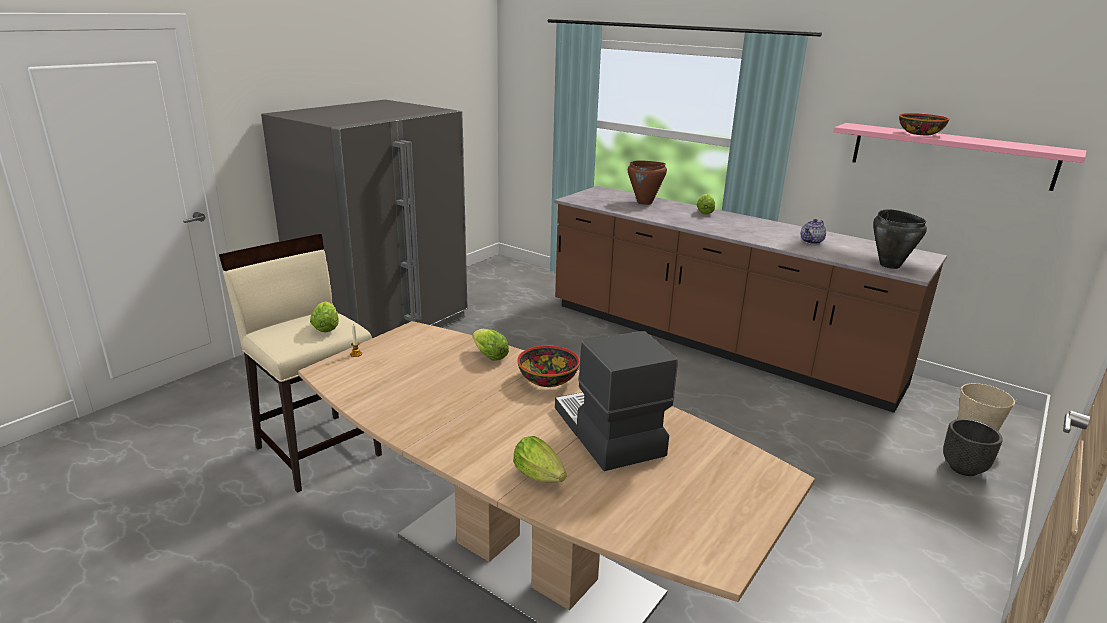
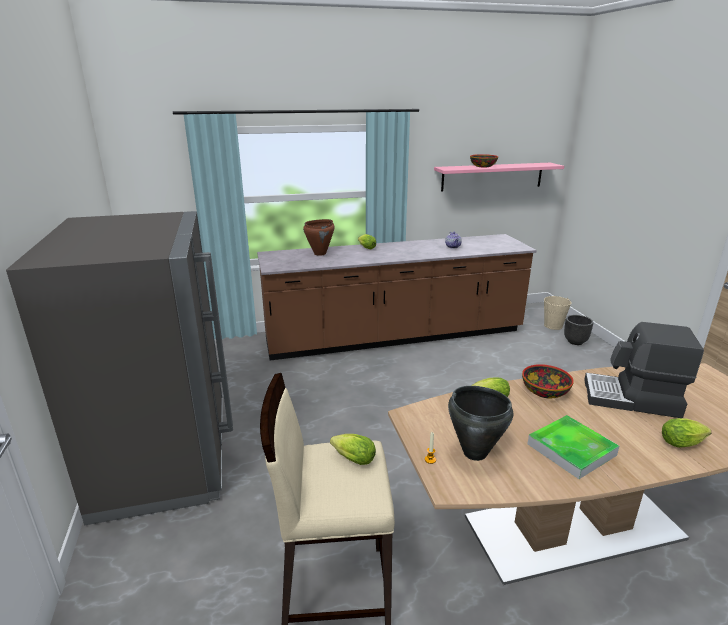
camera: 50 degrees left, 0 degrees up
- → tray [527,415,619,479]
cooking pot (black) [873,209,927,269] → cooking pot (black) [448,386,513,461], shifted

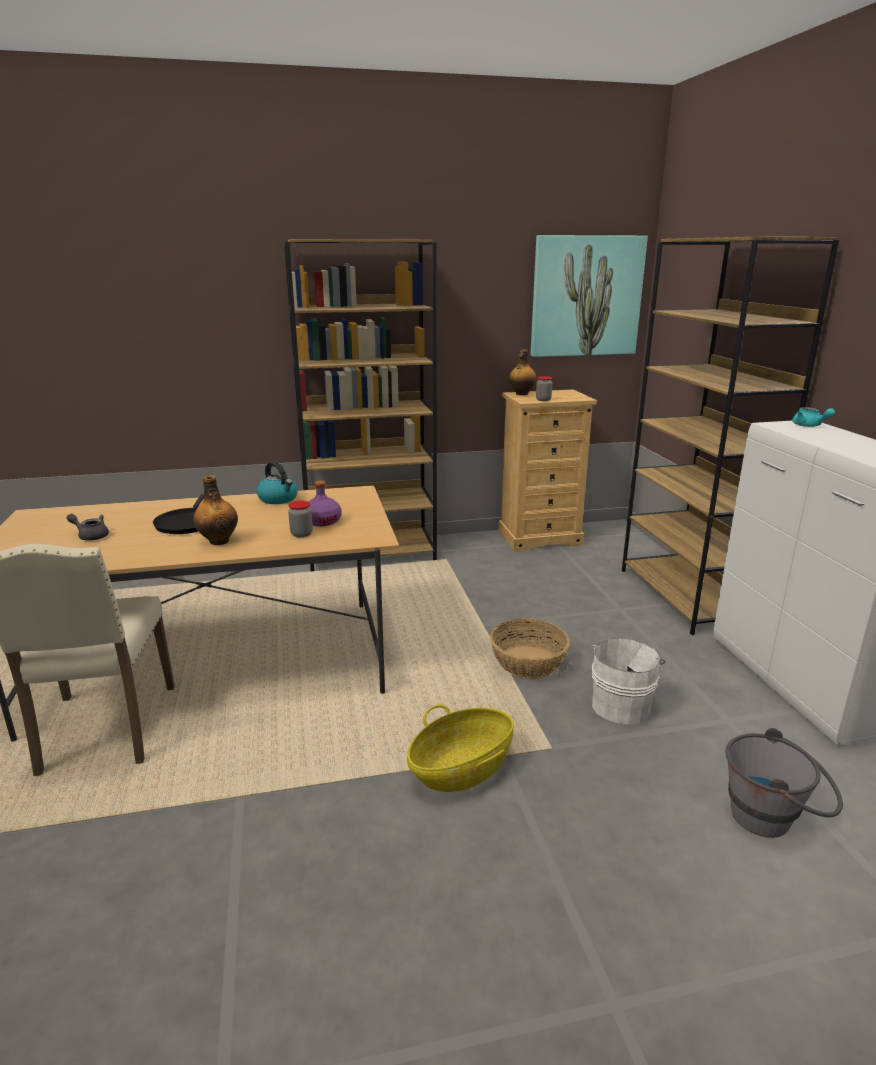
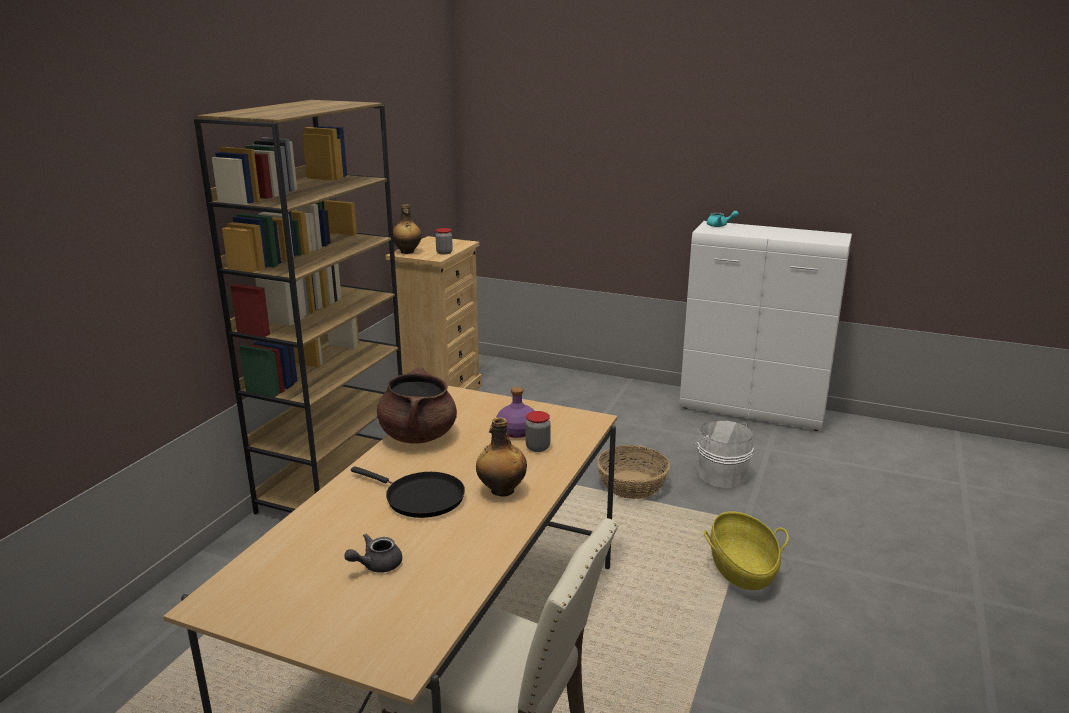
camera: 55 degrees left, 0 degrees up
picture [531,235,648,357] → -
bookcase (brown) [622,237,839,635] → -
bucket (grey) [726,728,843,838] → -
kettle [256,461,298,504] → cooking pot (brown) [377,368,457,444]

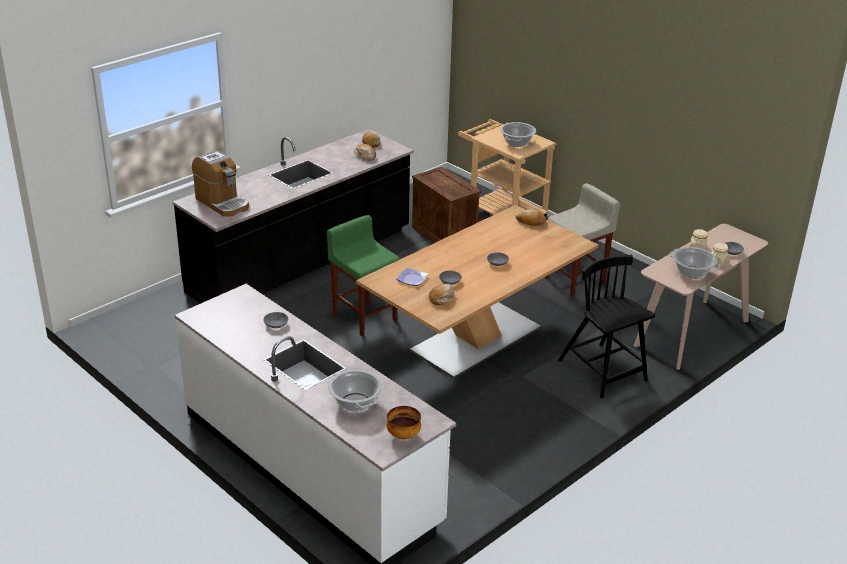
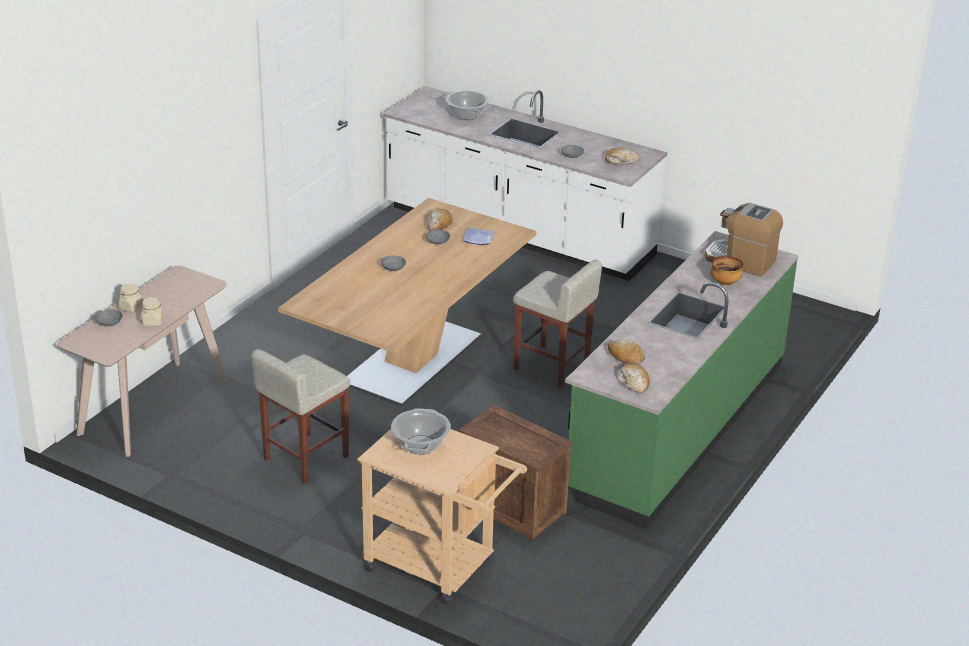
camera: 165 degrees right, 0 degrees up
chair (black) [558,255,655,399] → -
cooking pot [669,247,721,279] → -
bowl [387,406,421,440] → bowl [710,255,743,285], shifted
bread [515,210,546,226] → bread [605,148,640,164], shifted
counter (black) [173,129,414,304] → counter (green) [565,231,798,529]
stool (green) [327,215,400,336] → stool (beige) [513,259,602,388]

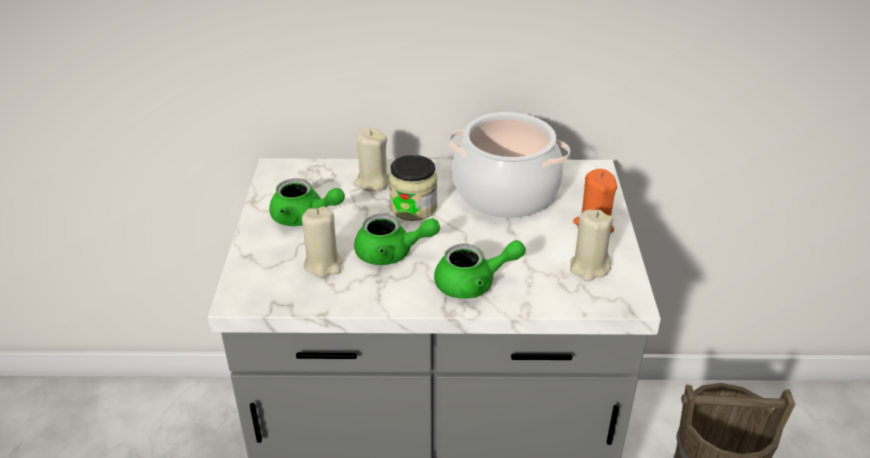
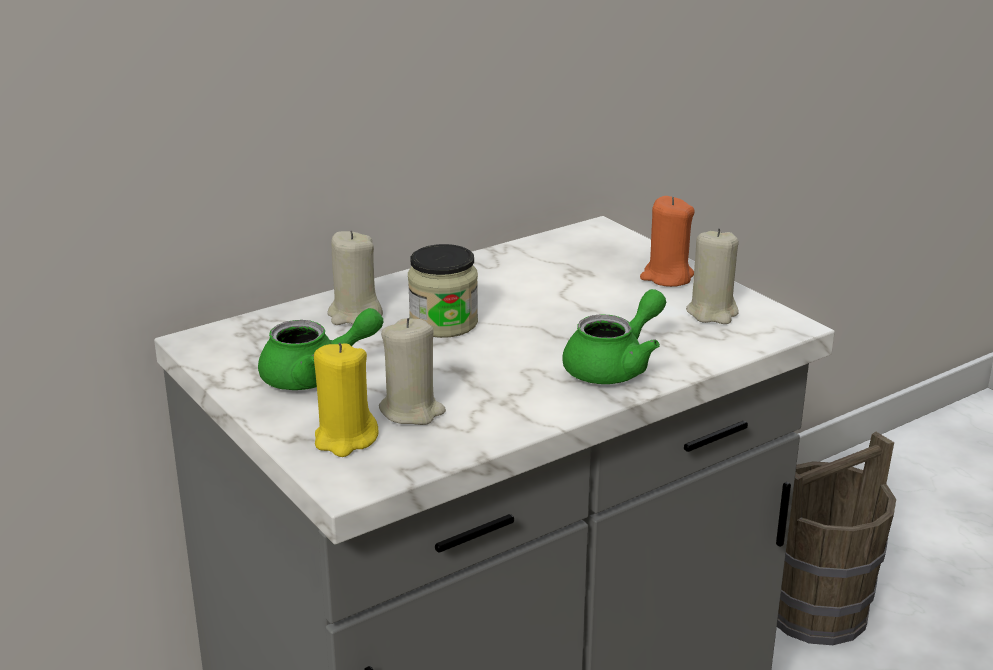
camera: 35 degrees left, 10 degrees down
teapot (green) [354,214,440,265] → -
cooking pot [449,112,570,218] → -
- → candle (yellow) [314,343,378,457]

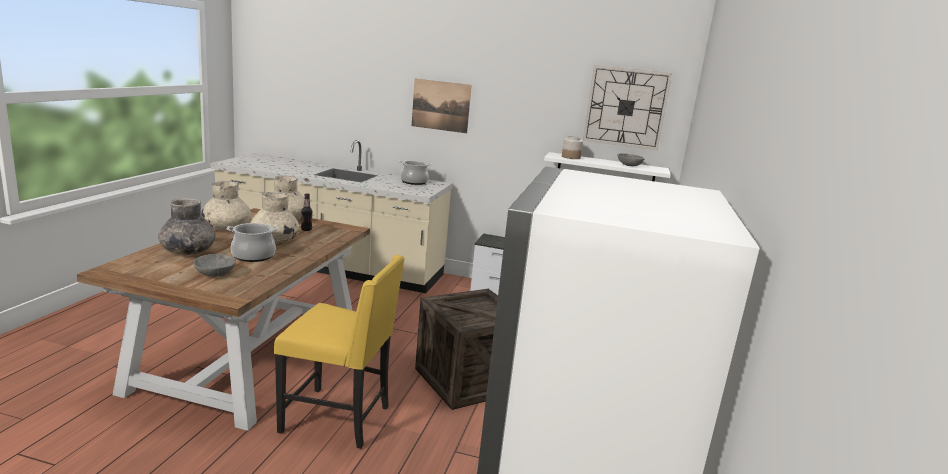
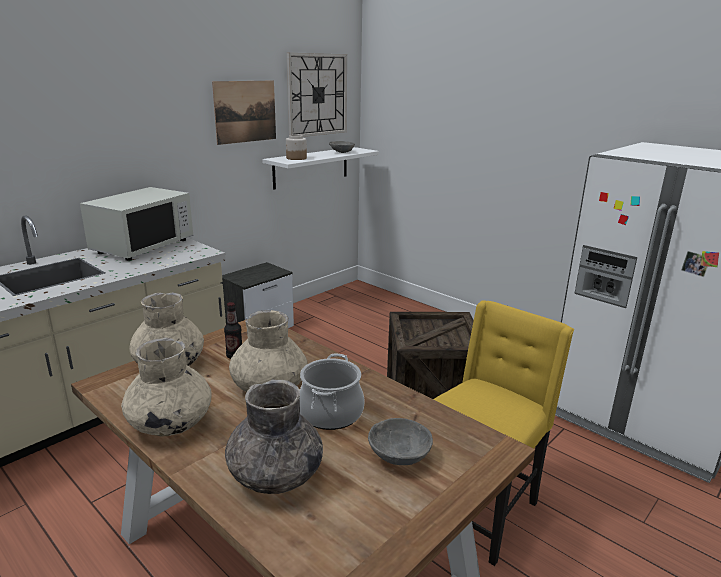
camera: 60 degrees left, 5 degrees up
picture [412,79,472,133] → picture [212,81,276,145], shifted
cooking pot [399,161,432,185] → microwave (white) [80,187,193,261]

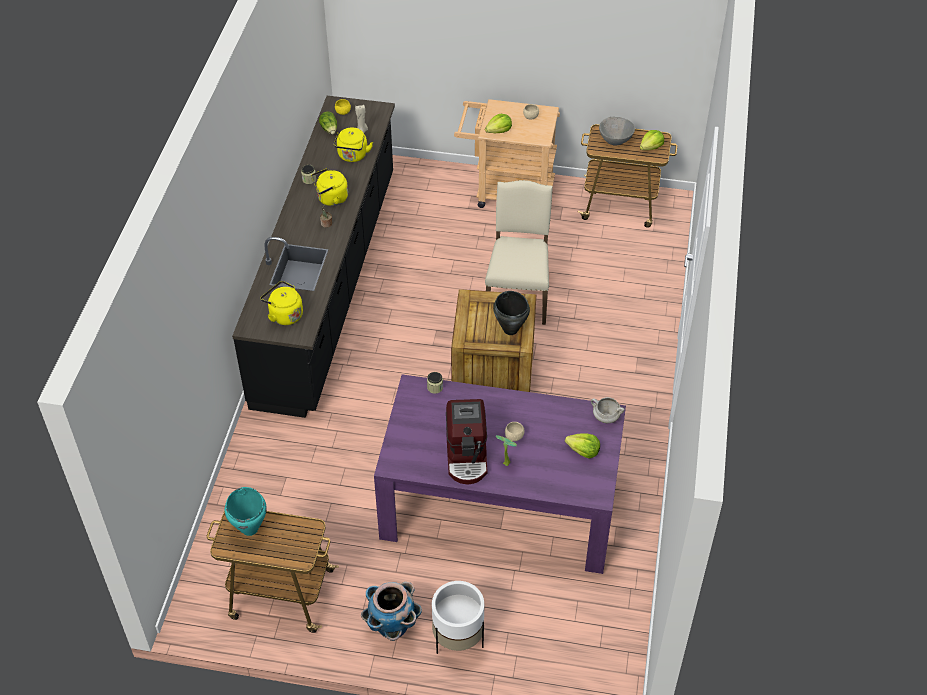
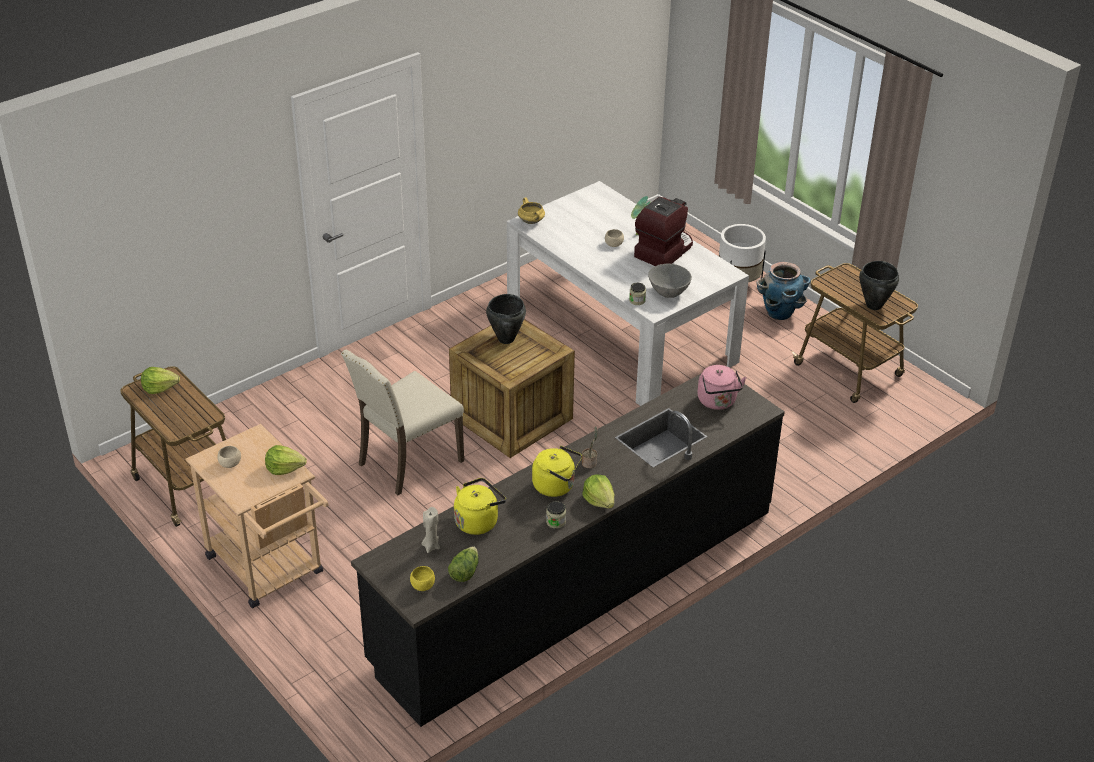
camera: 140 degrees left, 10 degrees down
lettuce [565,433,600,459] → lettuce [582,474,614,509], shifted
bowl (grey) [599,117,635,146] → bowl (grey) [648,264,692,298], shifted
cooking pot (turquoise) [225,487,267,536] → cooking pot (black) [859,261,899,310]
kettle (yellow) [260,281,303,325] → kettle (pink) [697,365,746,410]
dining table (purple) [374,374,626,574] → dining table (white) [507,181,749,406]
cooking pot (white) [591,397,625,423] → cooking pot (yellow) [518,198,545,224]

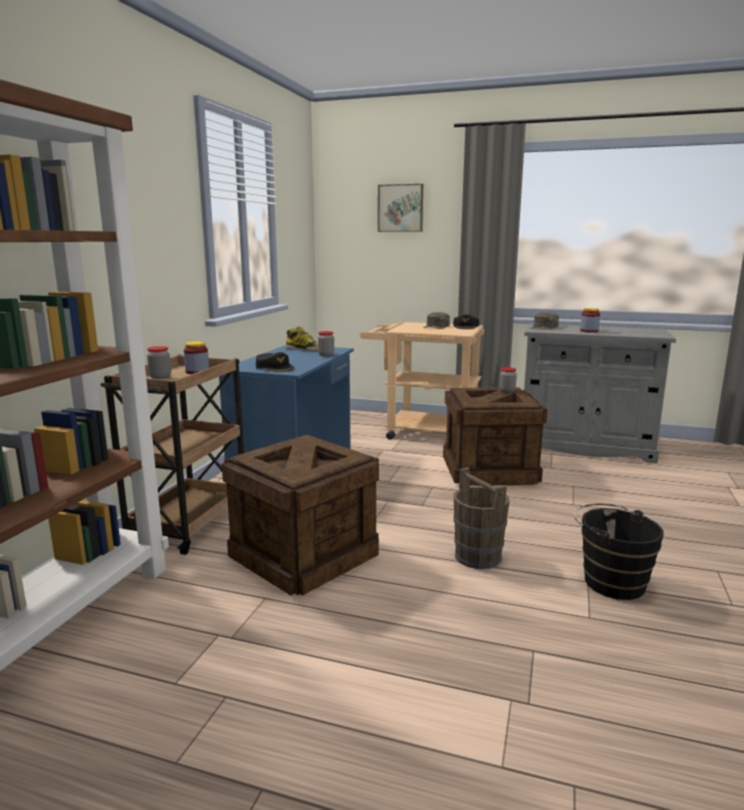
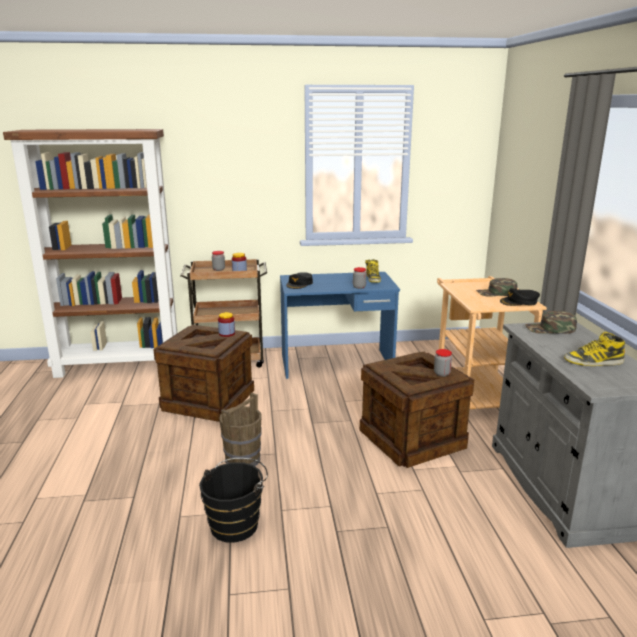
camera: 65 degrees right, 5 degrees up
picture [378,184,423,232] → -
- → boot [564,332,625,366]
jar [580,308,600,333] → jar [218,312,235,337], shifted

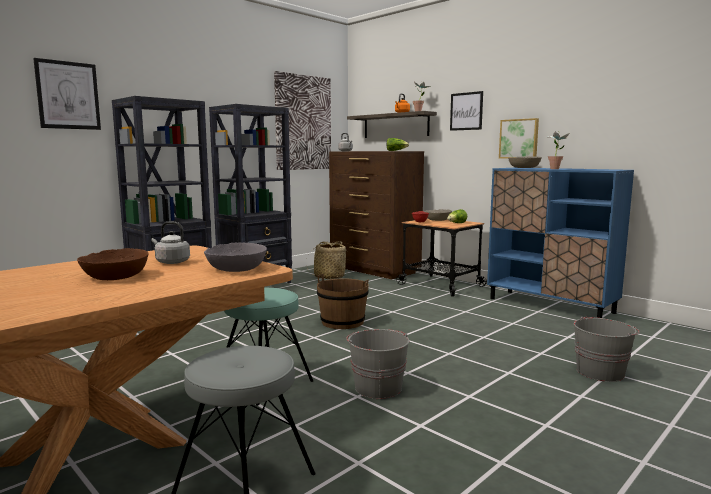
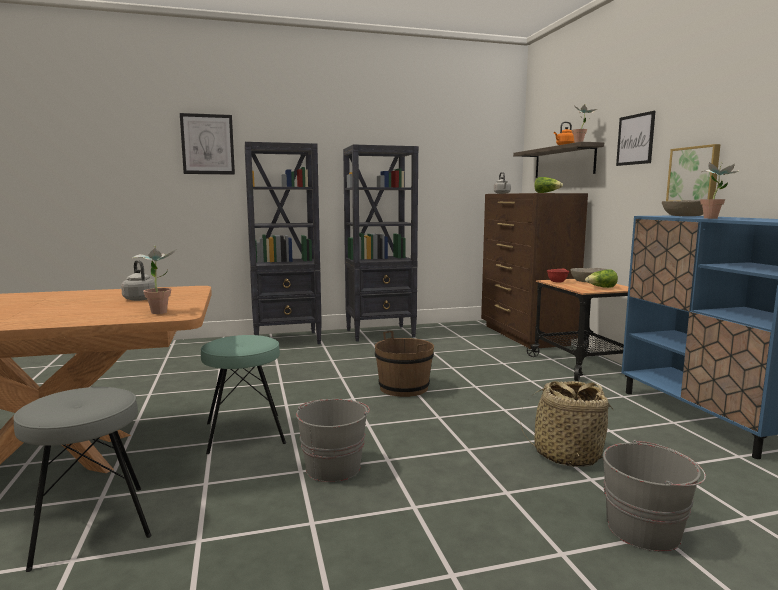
camera: 30 degrees right, 0 degrees up
bowl (brown) [77,248,148,280] → -
picture [274,71,331,170] → -
basket [306,241,349,279] → basket [520,381,614,467], shifted
bowl (grey) [204,242,267,272] → potted plant [133,246,176,314]

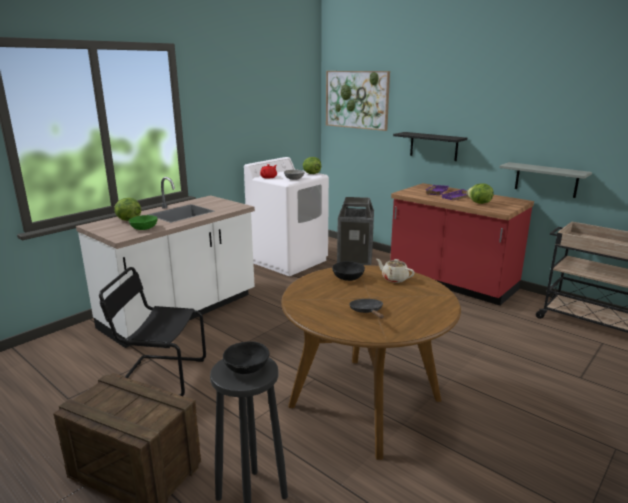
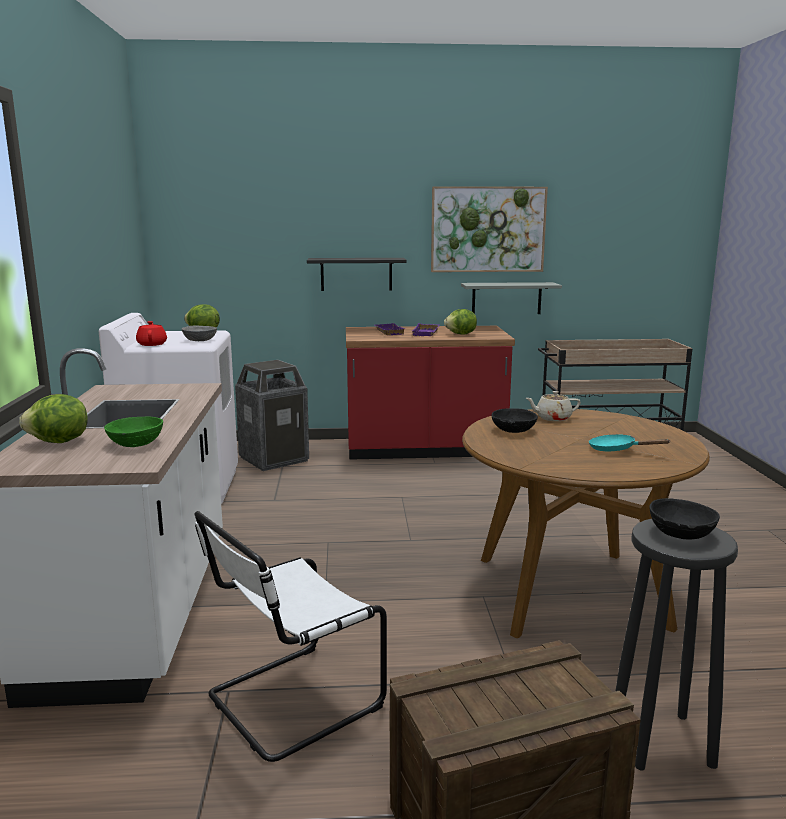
camera: 45 degrees left, 5 degrees down
picture [326,71,390,131] → picture [431,186,548,272], shifted
chair (black) [99,267,206,396] → chair (white) [194,511,387,762]
frying pan (black) [350,299,384,319] → frying pan (turquoise) [589,434,671,451]

